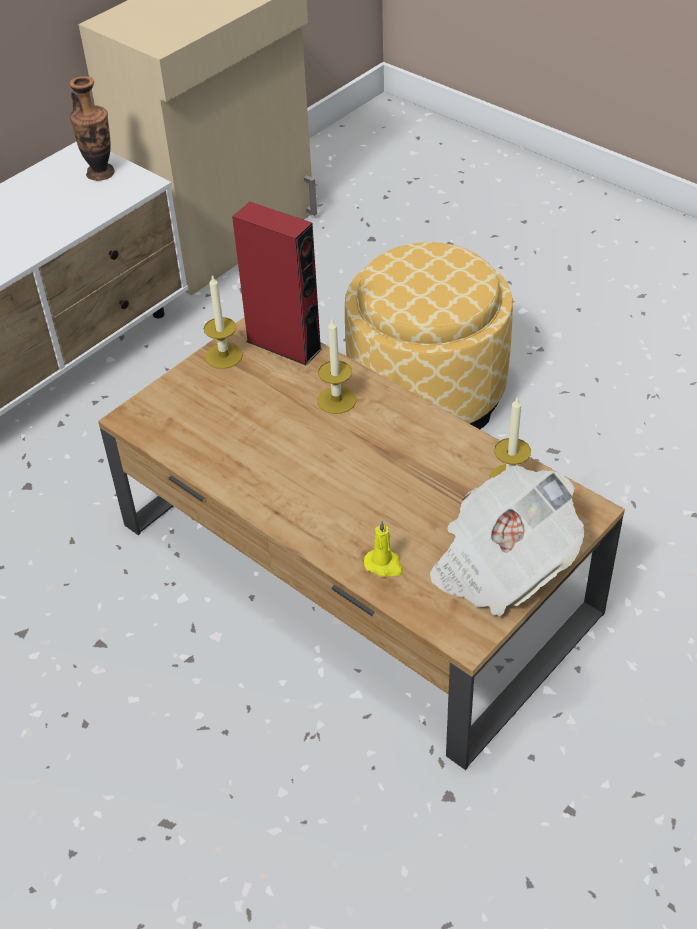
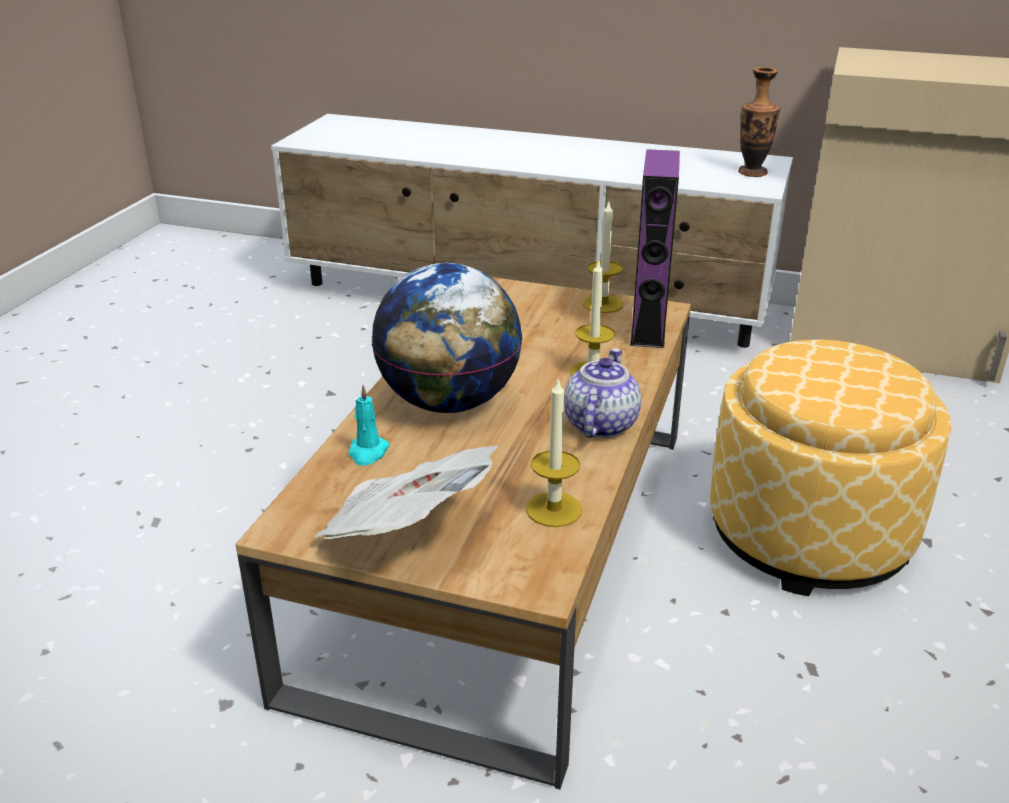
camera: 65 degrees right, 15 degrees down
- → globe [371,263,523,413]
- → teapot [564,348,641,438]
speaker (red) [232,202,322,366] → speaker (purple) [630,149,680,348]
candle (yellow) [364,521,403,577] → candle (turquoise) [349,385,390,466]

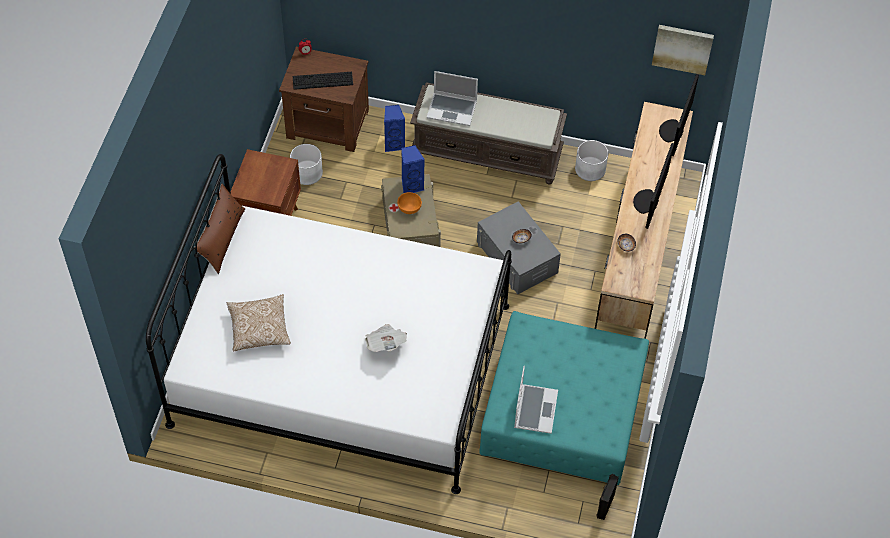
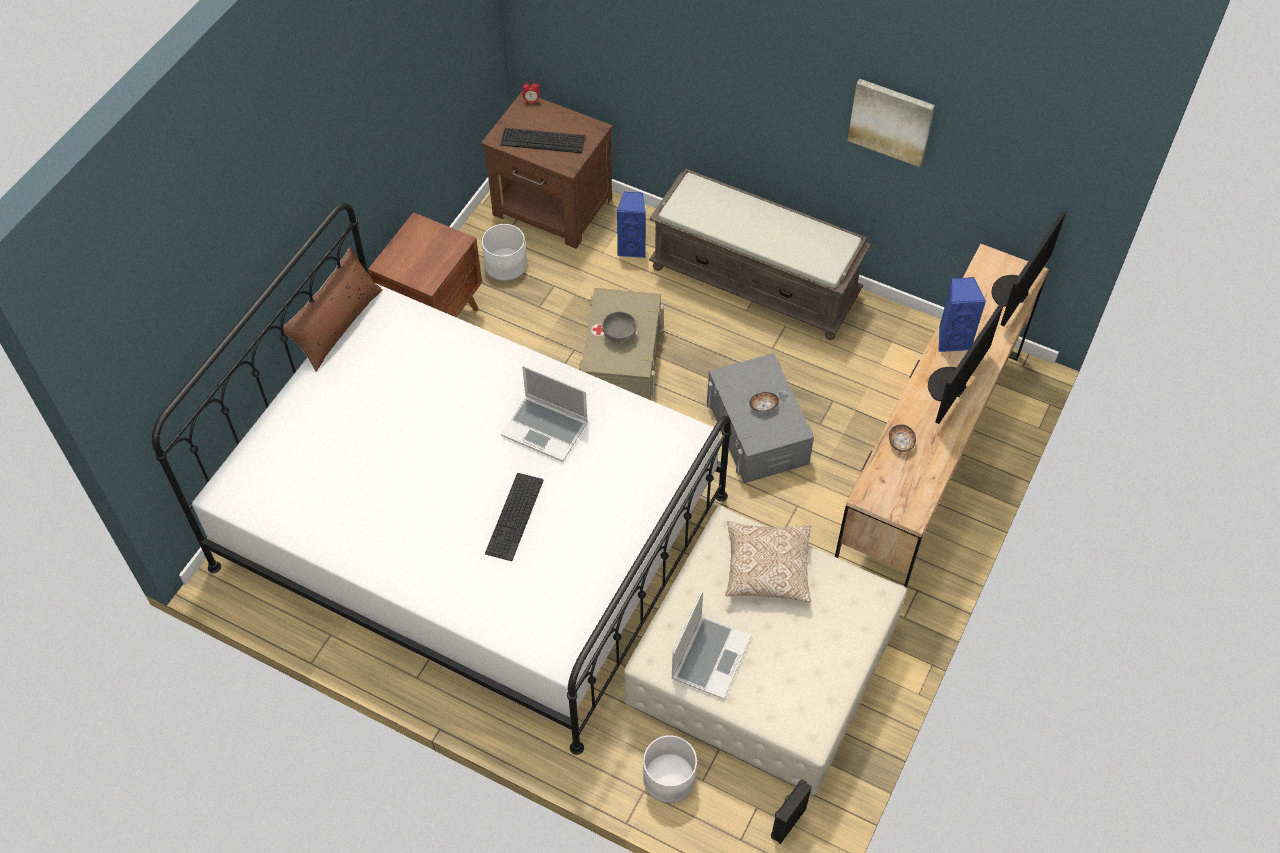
camera: 15 degrees right, 0 degrees up
pillow [227,294,291,352] → pillow [725,521,811,603], shifted
speaker (blue) [401,145,425,193] → speaker (blue) [938,277,986,352], shifted
laptop [427,71,478,126] → laptop [501,365,588,462], shifted
planter (white) [575,140,609,181] → planter (white) [643,735,697,803], shifted
picture [652,25,714,75] → picture [847,79,935,167], shifted
newspaper [365,324,407,352] → keyboard [485,473,544,561]
bowl (orange) [397,192,422,214] → bowl (grey) [602,311,637,342]
ottoman (turquoise) [479,311,649,485] → ottoman (beige) [624,506,907,795]

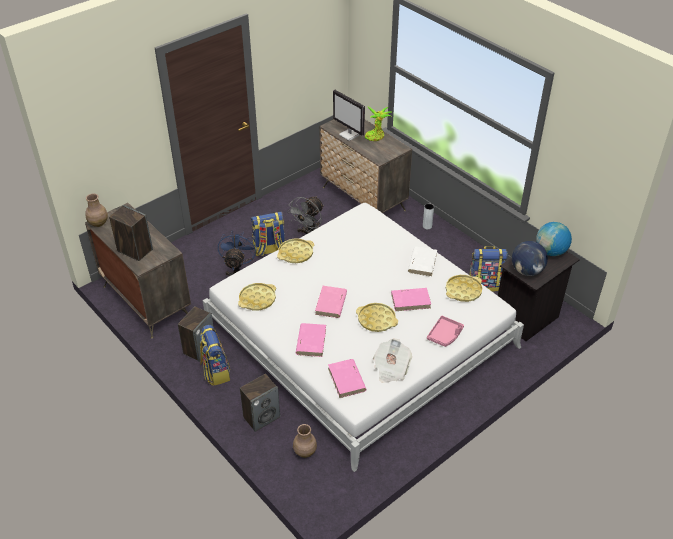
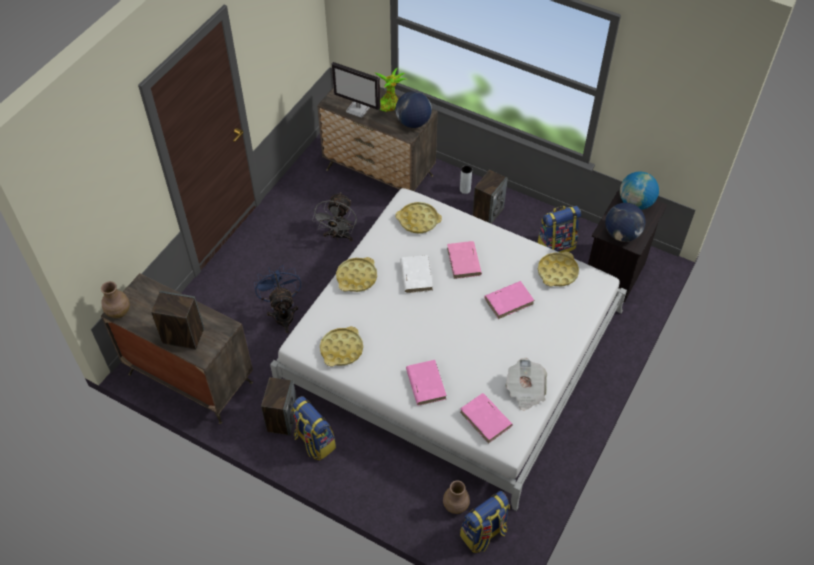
camera: 20 degrees left, 10 degrees up
tray (pink) [427,316,464,347] → -
- → globe [395,91,432,128]
speaker [240,374,280,432] → speaker [472,170,508,224], shifted
backpack [251,212,285,256] → backpack [460,491,510,553], shifted
book (pink) [315,286,347,318] → book (pink) [447,241,482,279], shifted
tray (yellow) [356,303,398,332] → tray (yellow) [395,202,442,234], shifted
book (white) [408,247,437,277] → book (white) [400,255,433,293], shifted

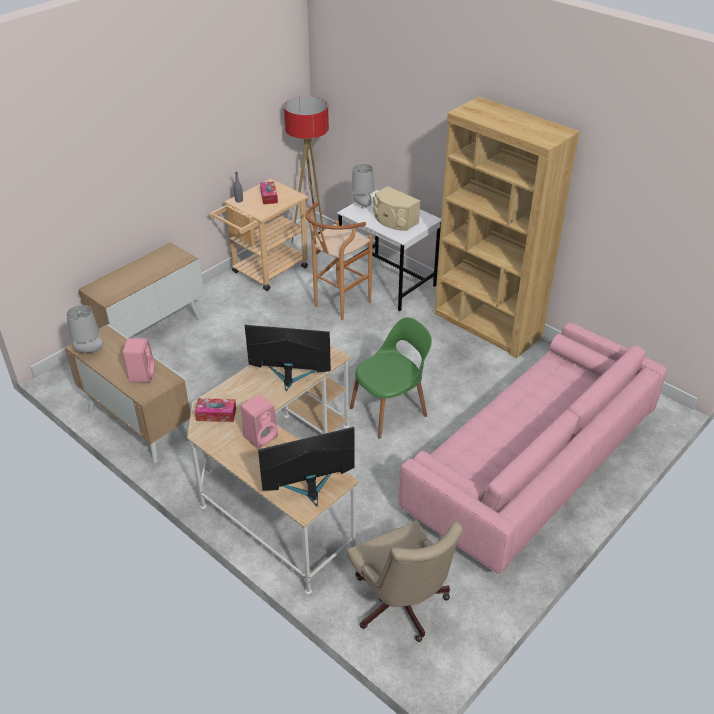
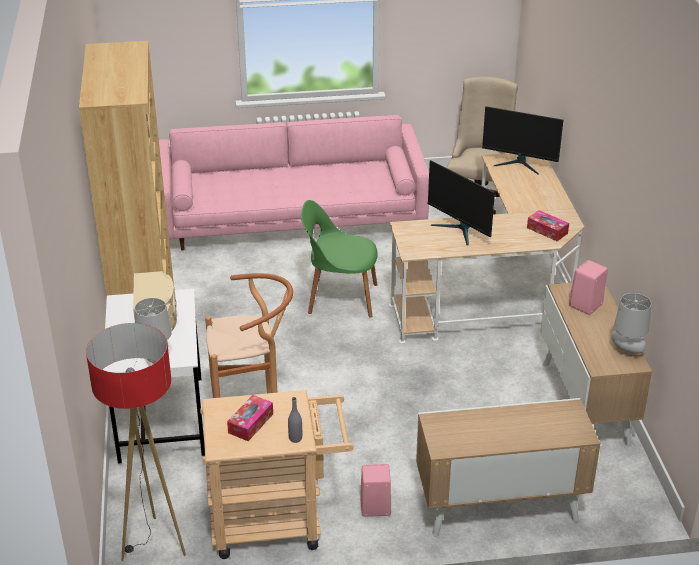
camera: 140 degrees left, 5 degrees down
speaker (pink) [241,395,278,449] → speaker (pink) [360,464,391,517], shifted

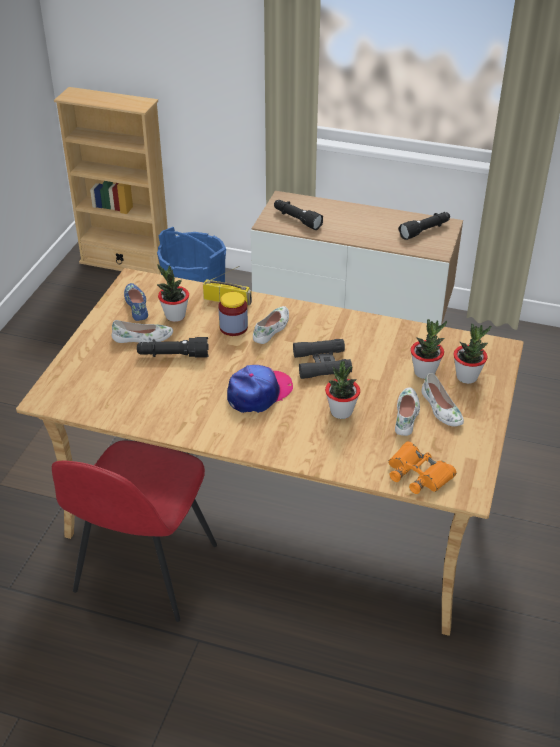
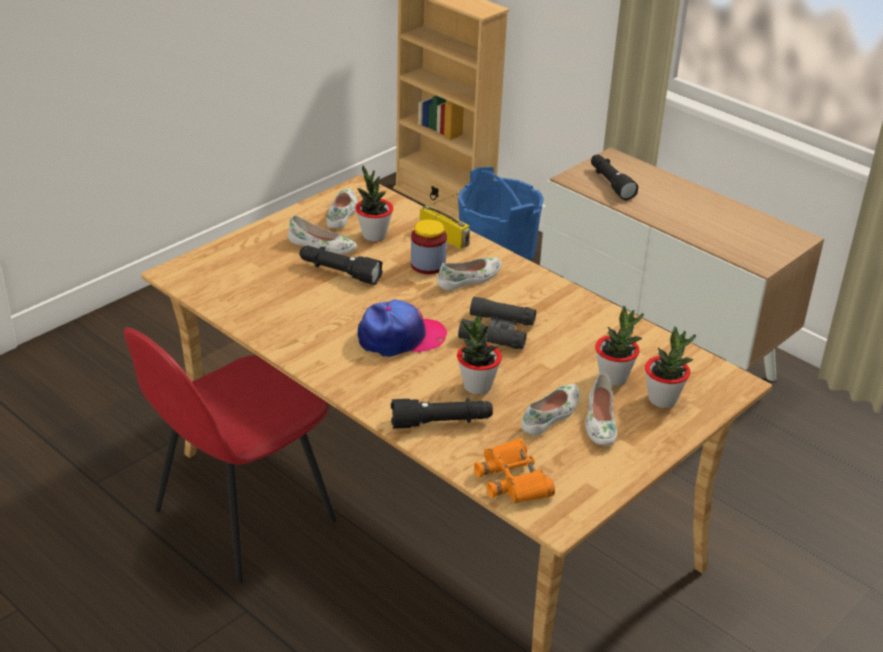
camera: 25 degrees right, 5 degrees down
flashlight (black) [399,212,450,240] → flashlight (black) [391,398,493,429], shifted
shoe (blue) [124,283,148,321] → shoe (white) [327,188,357,229]

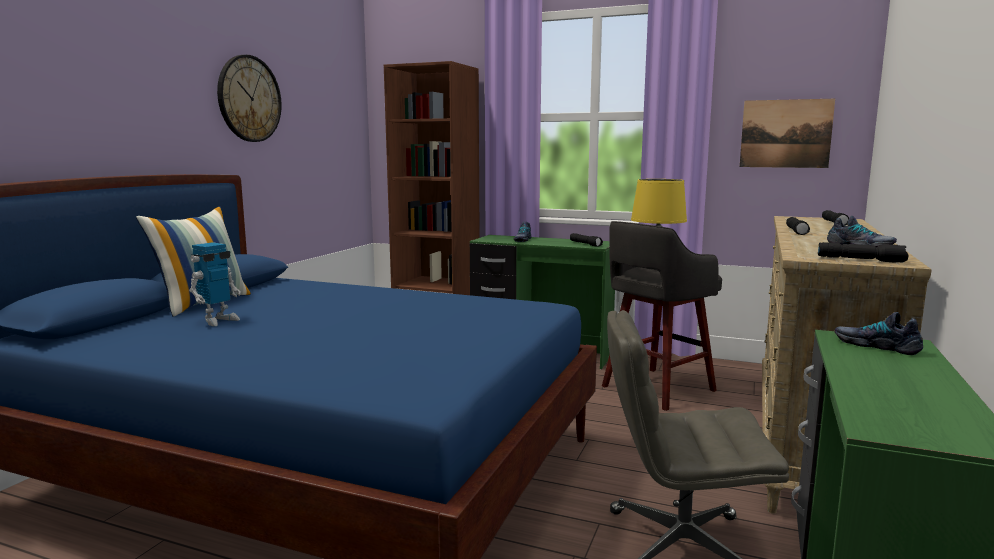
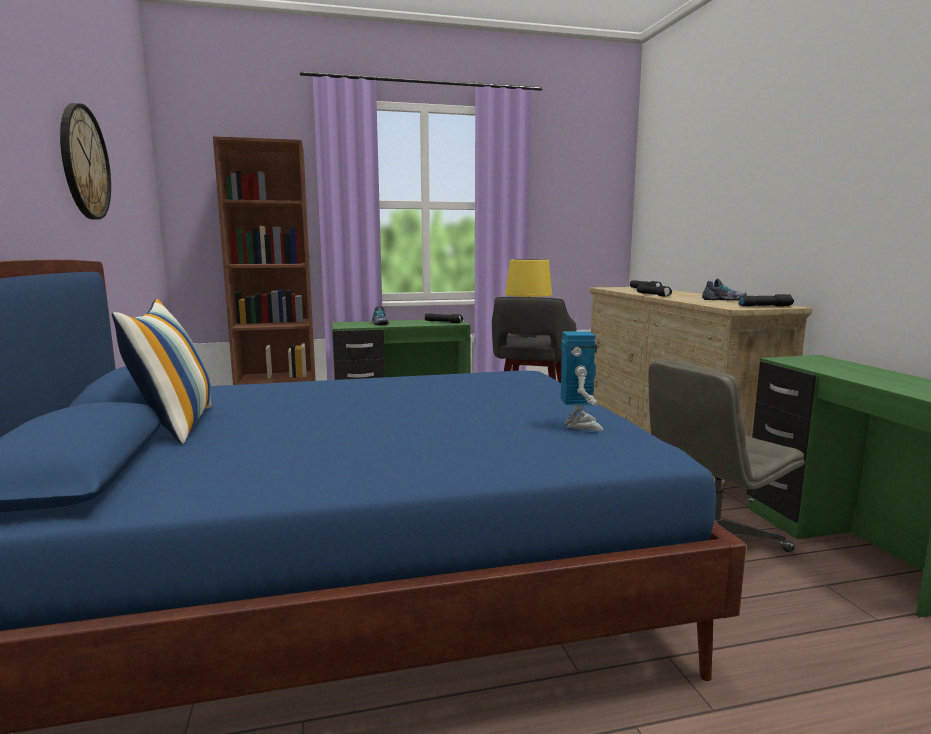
camera: 35 degrees left, 0 degrees up
picture [740,99,835,168] → -
shoe [835,312,923,355] → -
toy robot [189,242,241,326] → toy robot [561,331,603,431], shifted

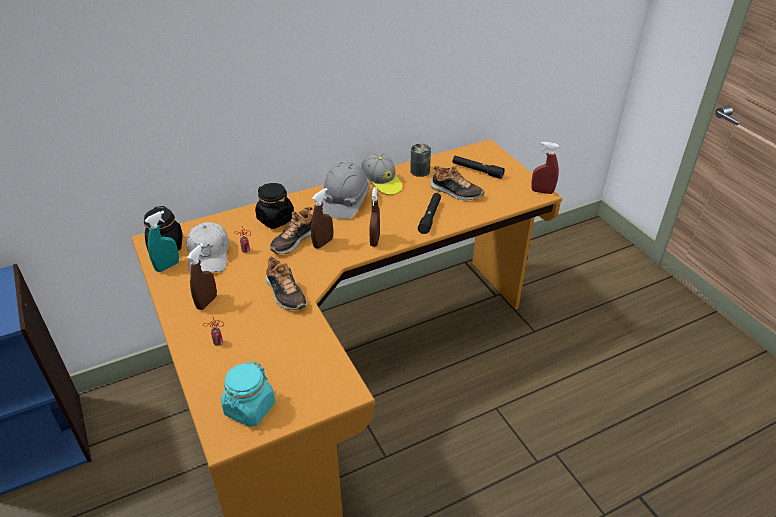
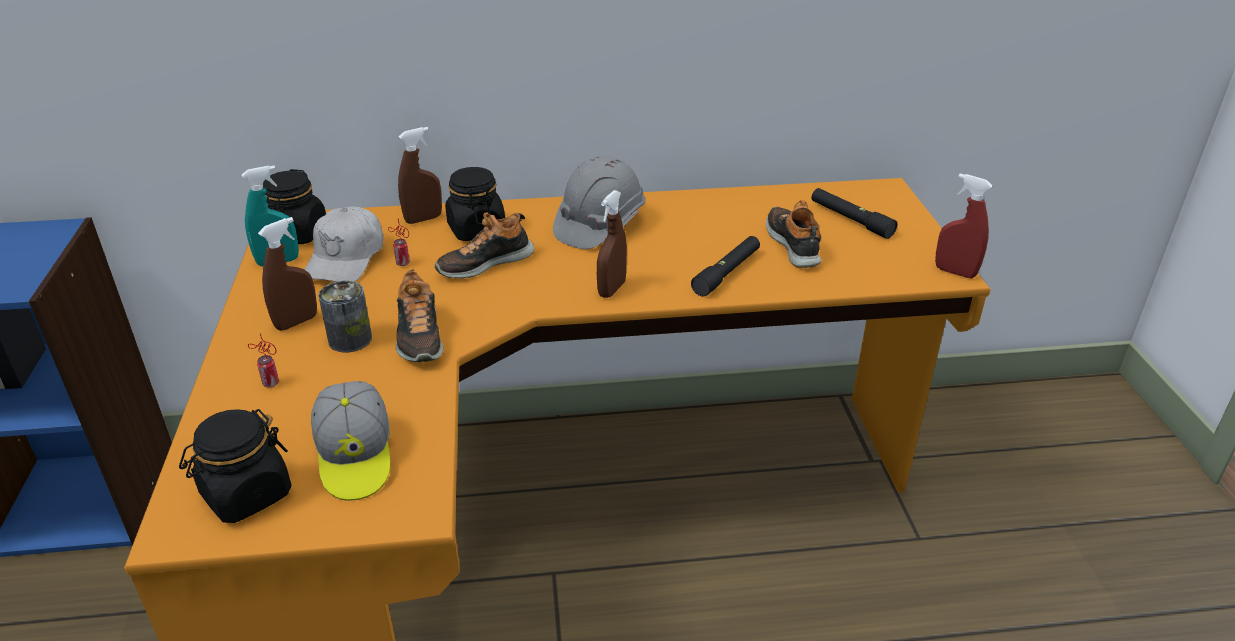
camera: 20 degrees right, 5 degrees down
spray bottle (brown) [311,188,333,249] → spray bottle (brown) [398,127,442,224], shifted
cap [361,152,402,195] → cap [311,381,390,501], shifted
can [410,143,431,177] → can [318,280,372,353], shifted
jar (turquoise) [221,361,275,427] → jar (black) [179,409,291,523]
shoe [430,166,485,200] → shoe [766,200,821,268], 150 degrees counterclockwise

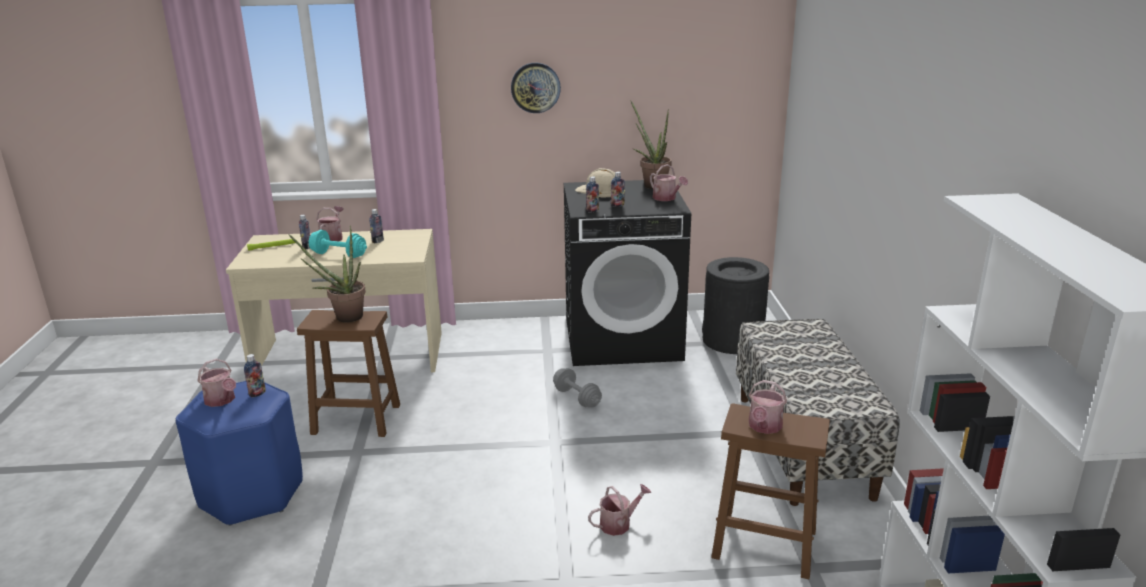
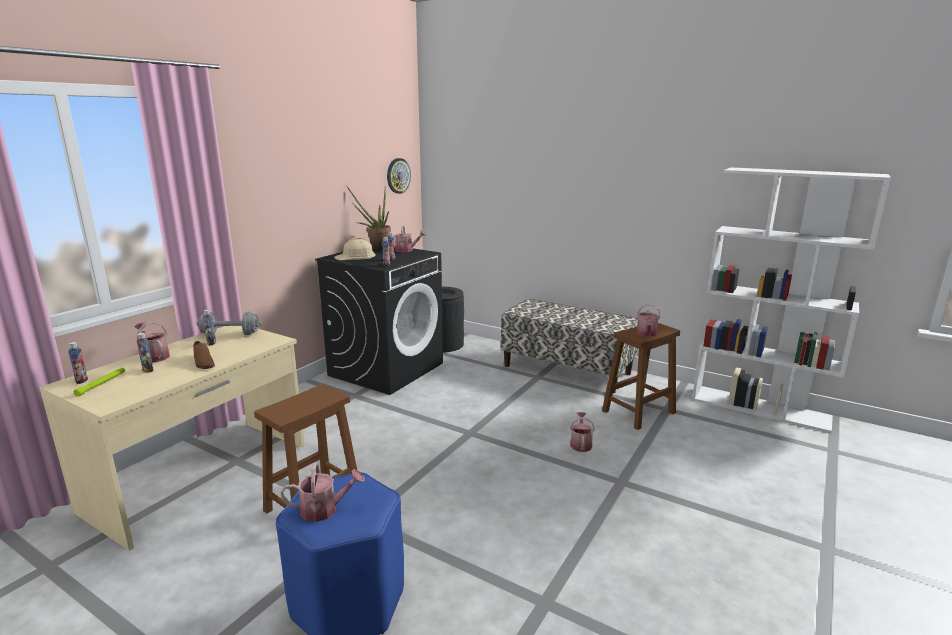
camera: 55 degrees left, 5 degrees down
potted plant [288,226,366,323] → -
bottle [244,354,266,398] → bottle [68,342,88,384], shifted
wall clock [511,63,561,113] → wall clock [387,158,411,194], shifted
dumbbell (grey) [553,368,602,408] → dumbbell (grey) [197,311,262,335], shifted
dumbbell (turquoise) [308,230,367,258] → shoe (brown) [193,341,215,369]
watering can [749,380,787,434] → watering can [636,304,661,337], 45 degrees clockwise

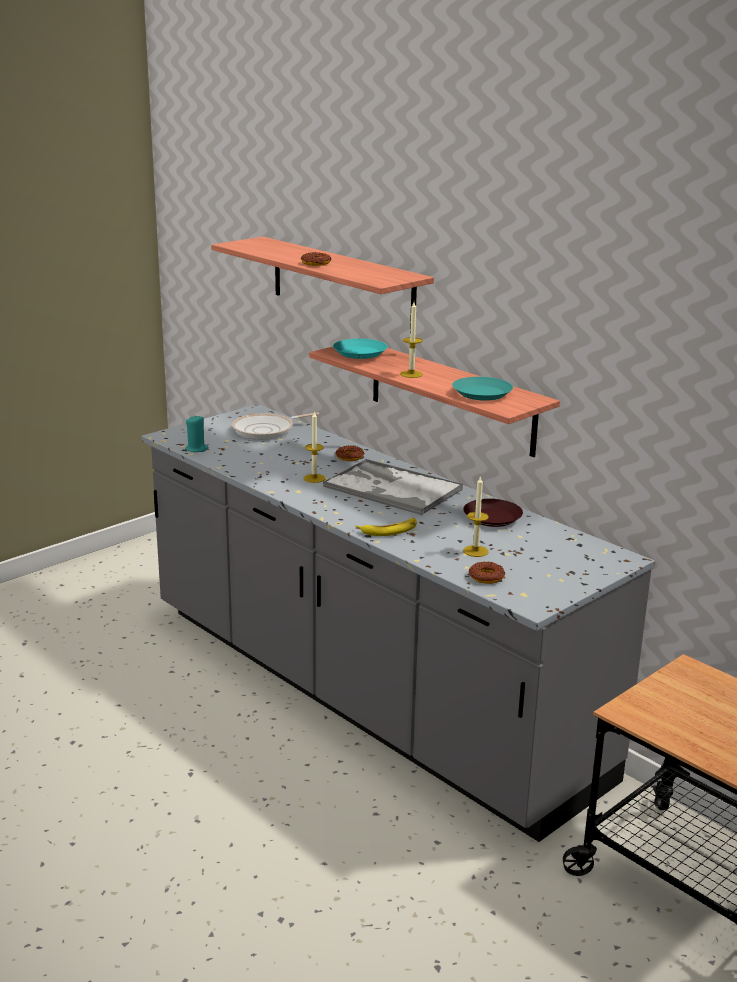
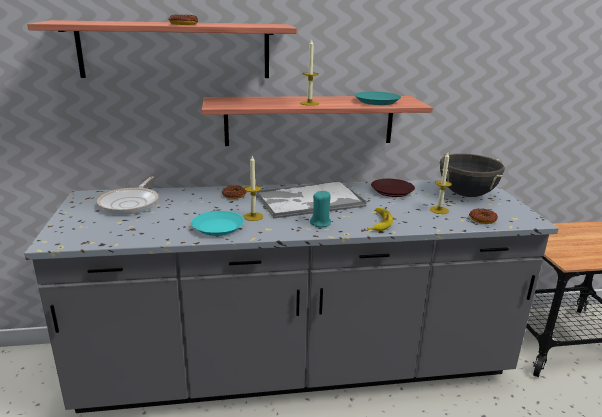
camera: 55 degrees left, 0 degrees up
- → cooking pot (black) [440,153,505,197]
candle (turquoise) [185,416,209,452] → candle (turquoise) [310,191,331,227], shifted
plate (turquoise) [333,339,388,359] → plate (turquoise) [191,211,244,236], shifted

